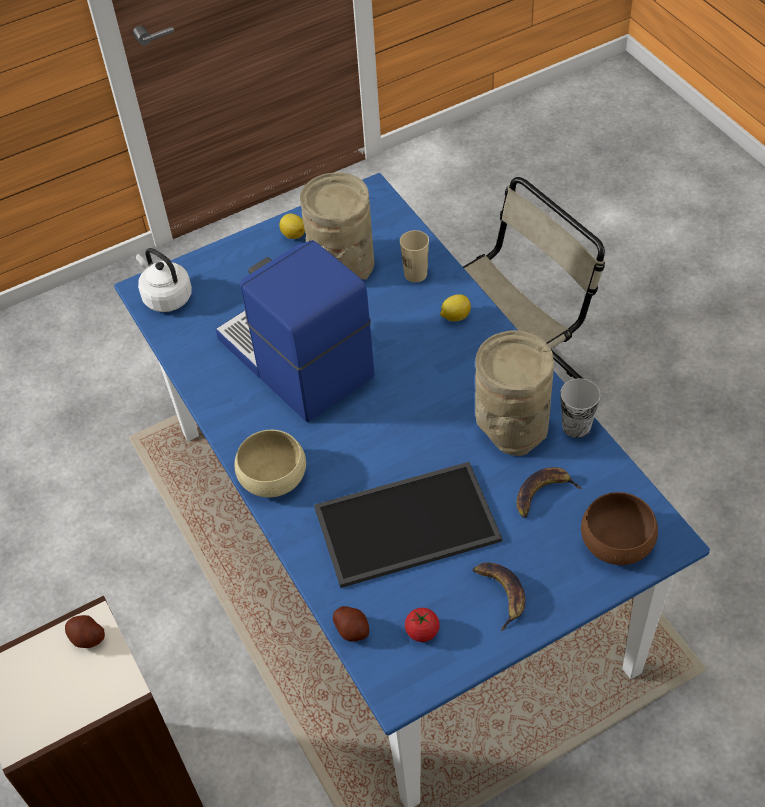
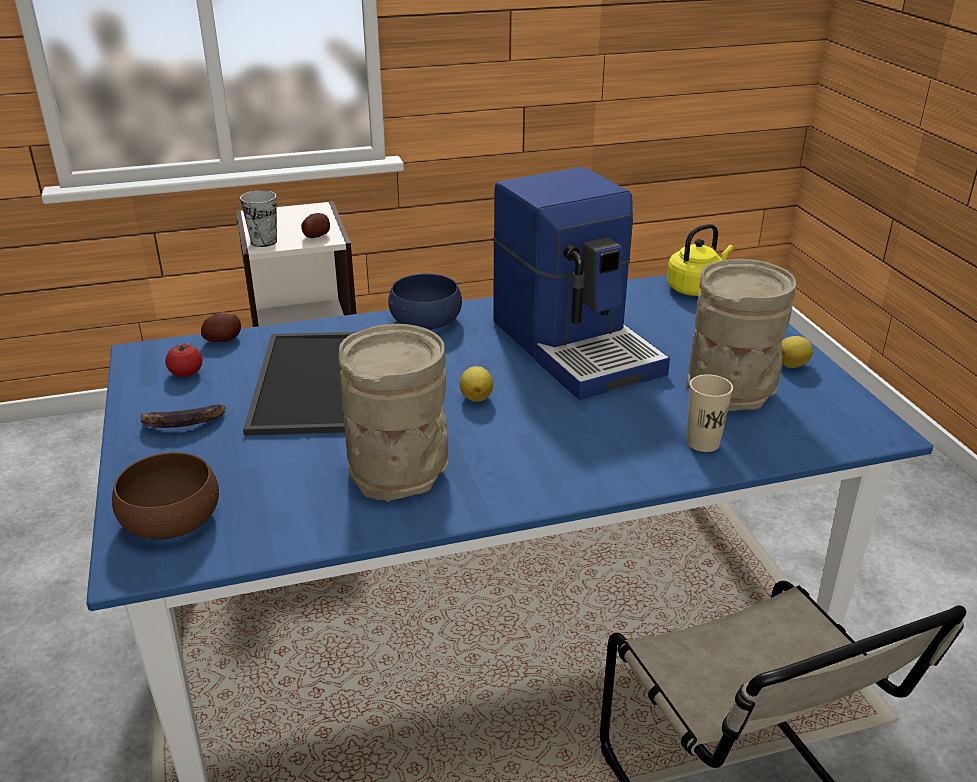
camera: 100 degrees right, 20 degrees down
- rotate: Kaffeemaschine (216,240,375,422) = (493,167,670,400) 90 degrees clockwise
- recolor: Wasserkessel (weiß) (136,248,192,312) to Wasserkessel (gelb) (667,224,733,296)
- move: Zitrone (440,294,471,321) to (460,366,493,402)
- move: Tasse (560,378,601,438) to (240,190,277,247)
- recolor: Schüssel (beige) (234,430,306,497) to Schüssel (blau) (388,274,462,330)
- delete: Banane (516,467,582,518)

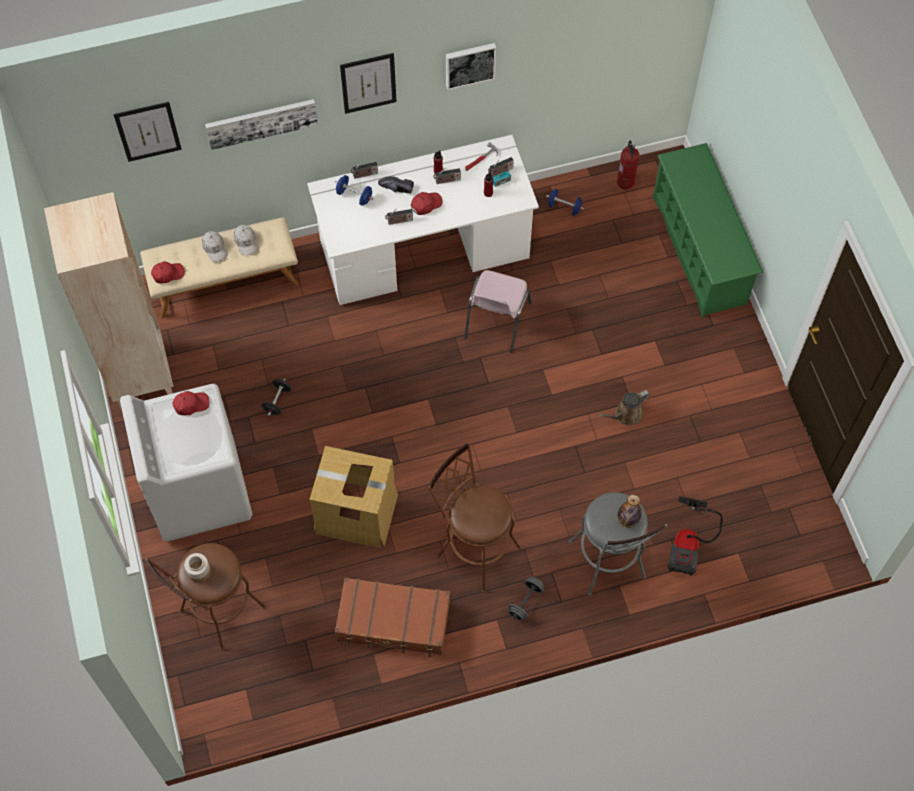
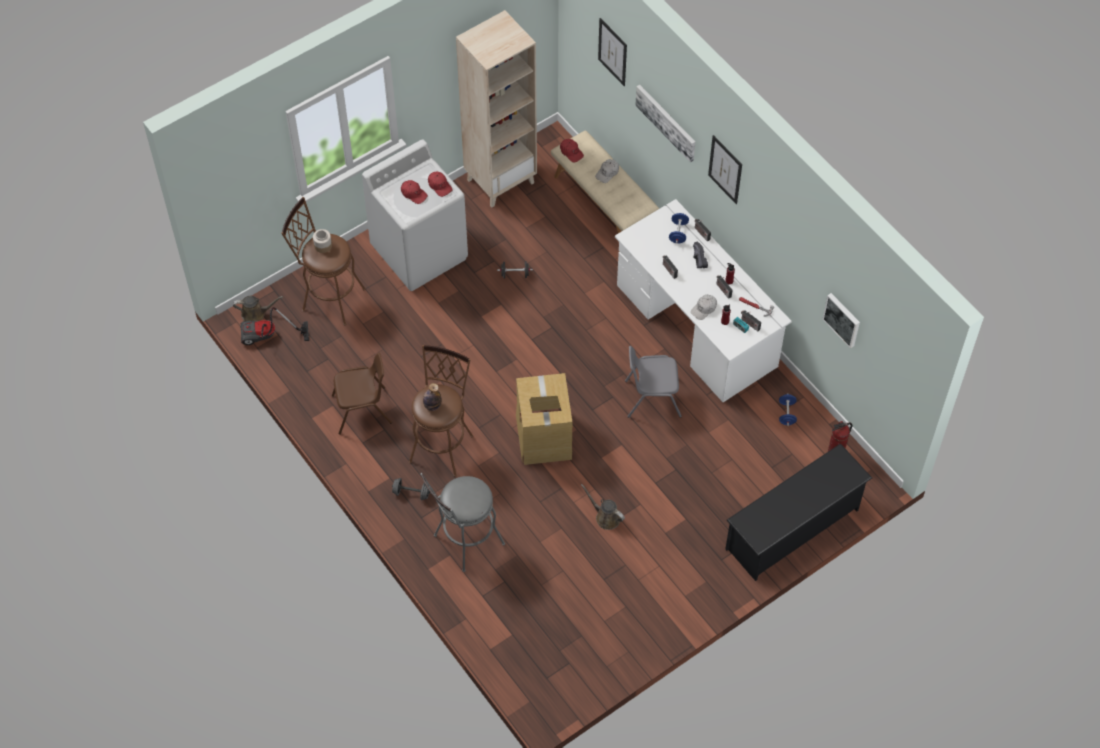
camera: 70 degrees right, 5 degrees down
- move: Bild (446,43,496,90) to (822,293,860,348)
- recolor: Schuhregal (grün) (653,143,763,318) to Schuhregal (schwarz) (725,443,872,581)
- move: Kappe (rot) (411,192,443,215) to (401,180,428,204)
- move: Kappe (weiß) (234,225,259,256) to (691,295,717,320)
- recolor: Stuhl (rosa) (464,270,532,353) to Stuhl (grau) (625,346,682,418)
- move: Karton (309,446,398,548) to (516,373,573,465)
- move: Flasche (618,495,642,528) to (423,383,441,411)
- move: Staubsauger (668,496,723,575) to (240,307,309,345)
- replace: Koffer (braun) (335,578,450,657) to Stuhl (braun) (332,353,392,435)
- insert: Gießkanne (braun) (233,296,283,321)

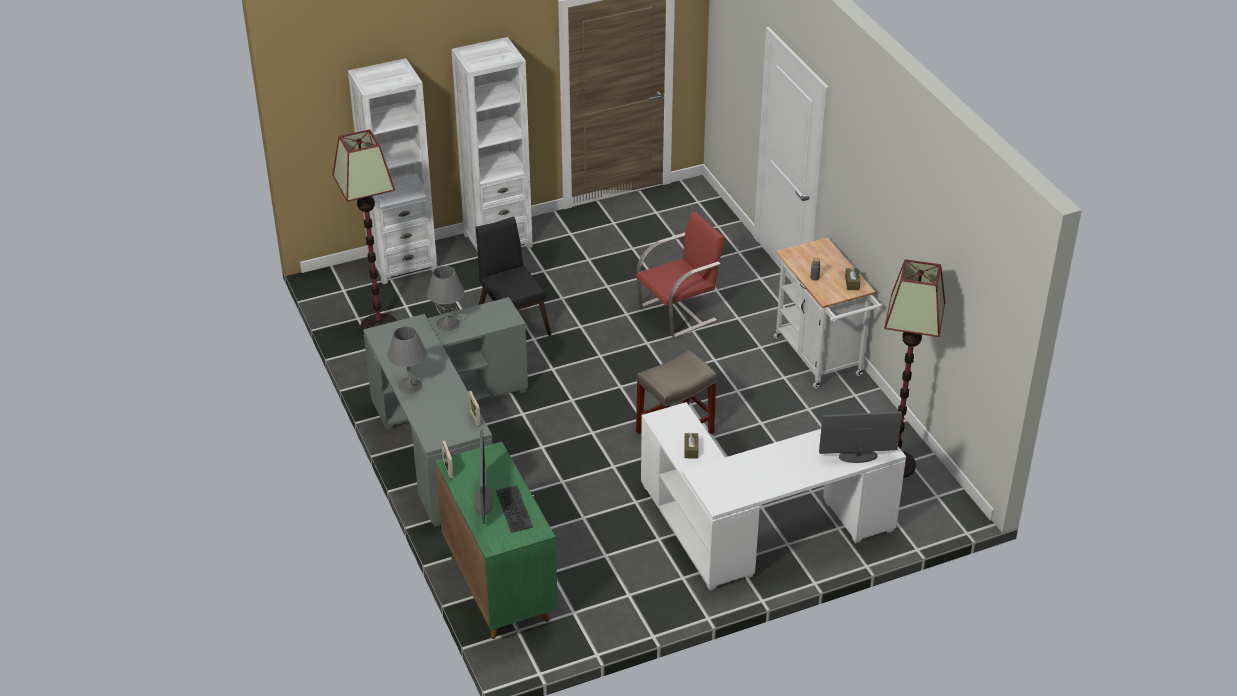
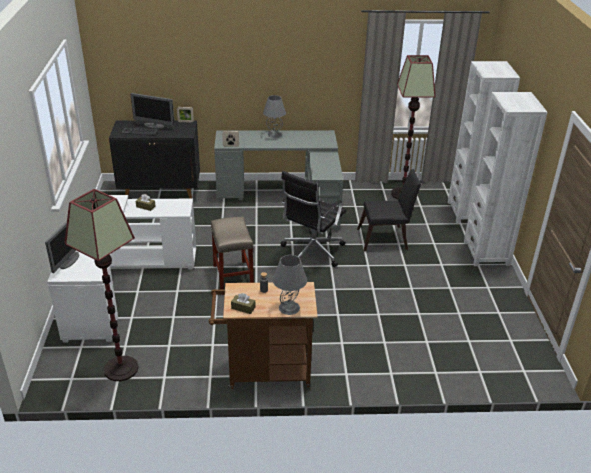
camera: 110 degrees right, 5 degrees down
- delete: Stuhl (rot) (636,212,725,338)
- recolor: Rollwagen (weiß) (774,237,882,388) to Rollwagen (braun) (209,282,318,389)
- move: Tischlampe (grau) (427,266,464,331) to (273,255,307,315)
- recolor: Schrank (grün) (435,441,558,639) to Schrank (schwarz) (109,120,200,199)
- insert: Bürostuhl (schwarz) (281,171,346,267)

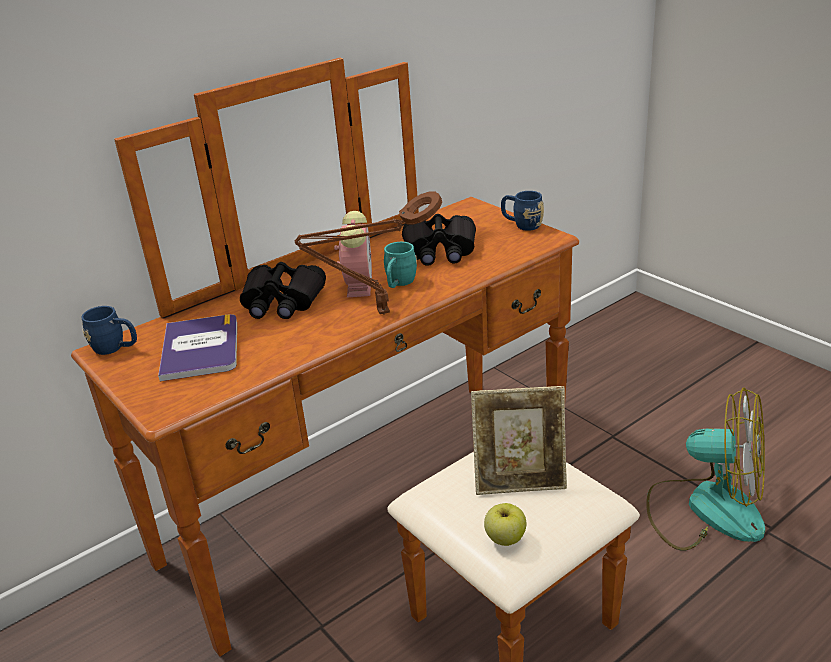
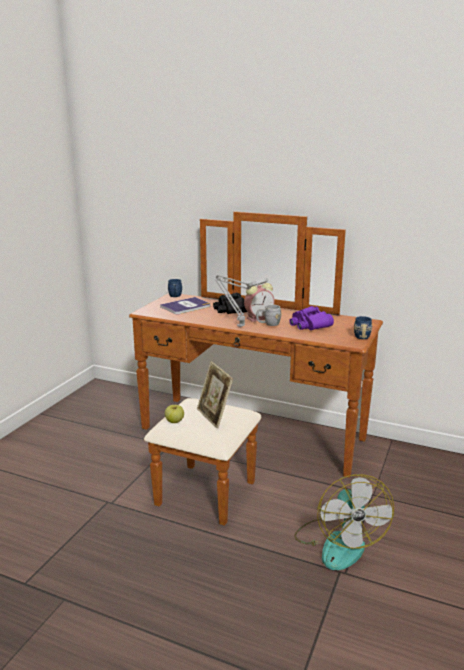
camera: 60 degrees right, 10 degrees down
- recolor: Tischlampe (braun) (295,191,442,315) to Tischlampe (grau) (216,275,268,327)
- recolor: Fernglas (schwarz) (402,214,476,266) to Fernglas (lila) (289,306,334,330)
- recolor: Henkelbecher (türkis) (384,242,417,288) to Henkelbecher (grau) (256,305,281,326)

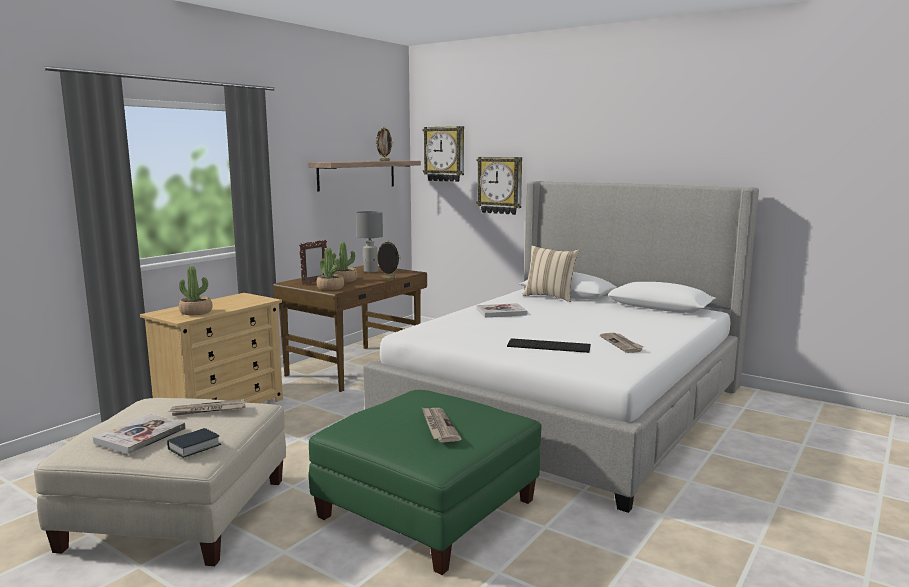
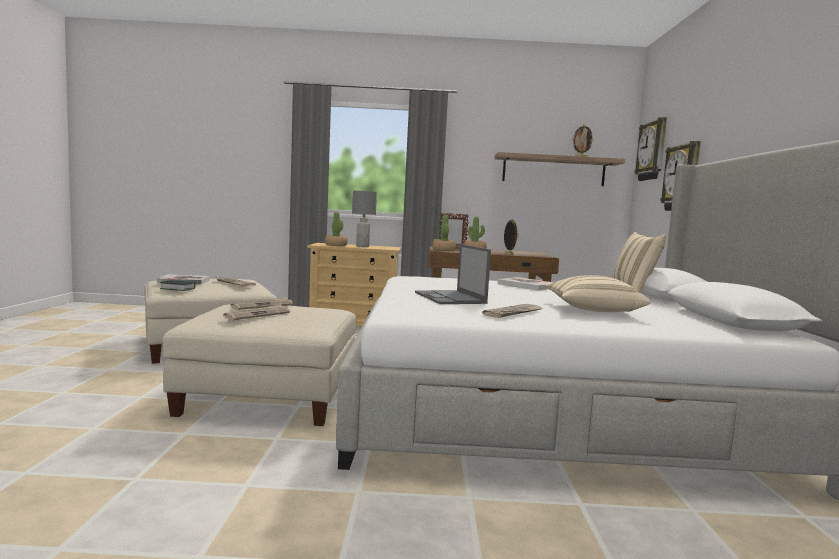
camera: 55 degrees right, 5 degrees down
- move: Tischlampe (grau) (356,211,383,273) to (352,191,377,247)
- replace: Tastatur (507,338,591,353) to Laptop (415,244,491,304)
- recolor: Polsterhocker (grün) (309,390,541,575) to Polsterhocker (beige) (163,304,356,426)
- insert: Kissen (beige) (545,275,651,312)
- insert: Zeitung (230,297,293,310)

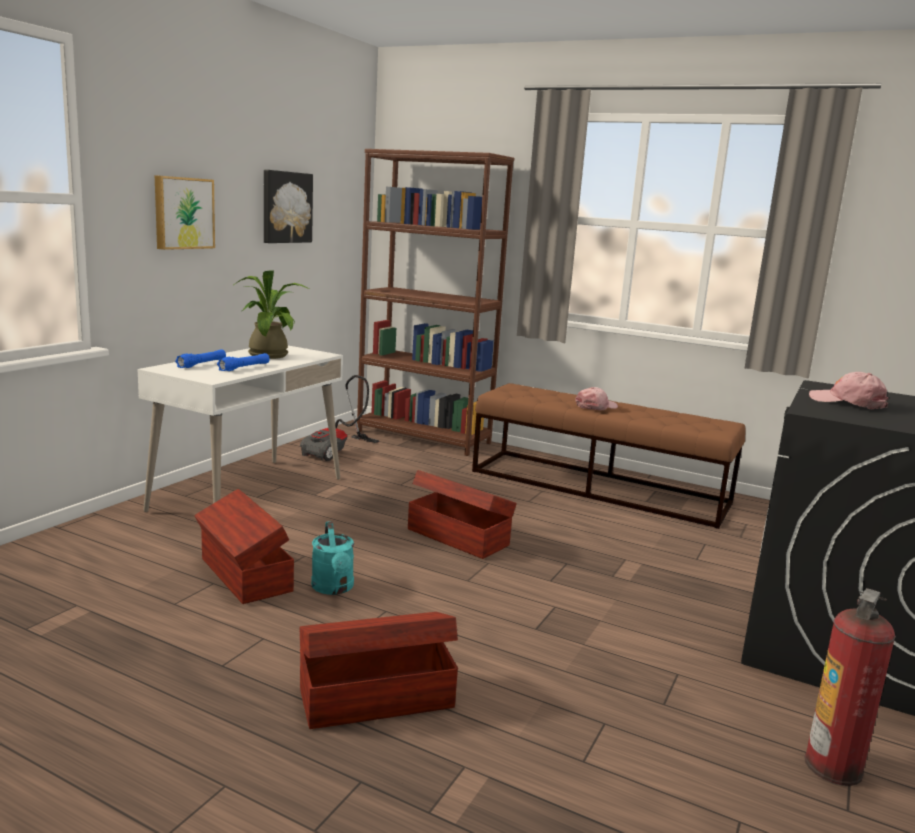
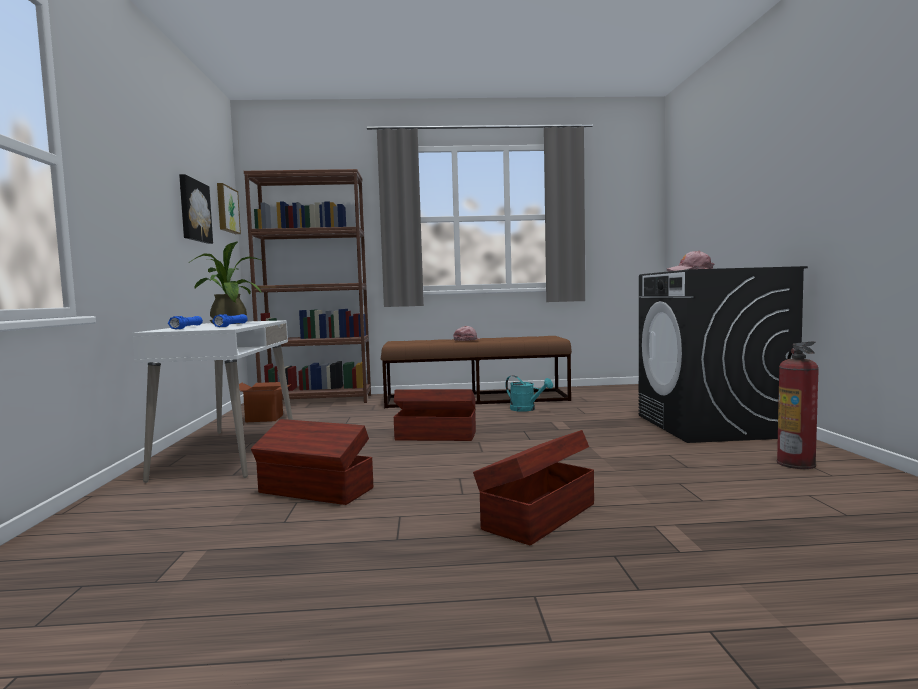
camera: 30 degrees left, 10 degrees down
- move: Bild (155,175,215,250) to (217,183,241,234)
- replace: Staubsauger (300,375,379,461) to Karton (239,382,292,422)
- move: Gießkanne (türkis) (311,521,354,595) to (505,375,553,412)

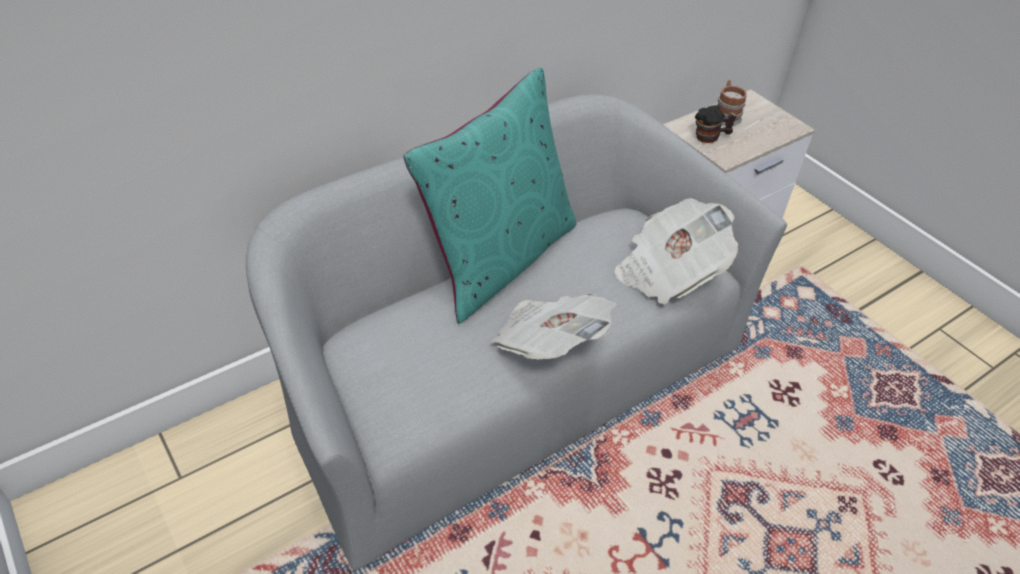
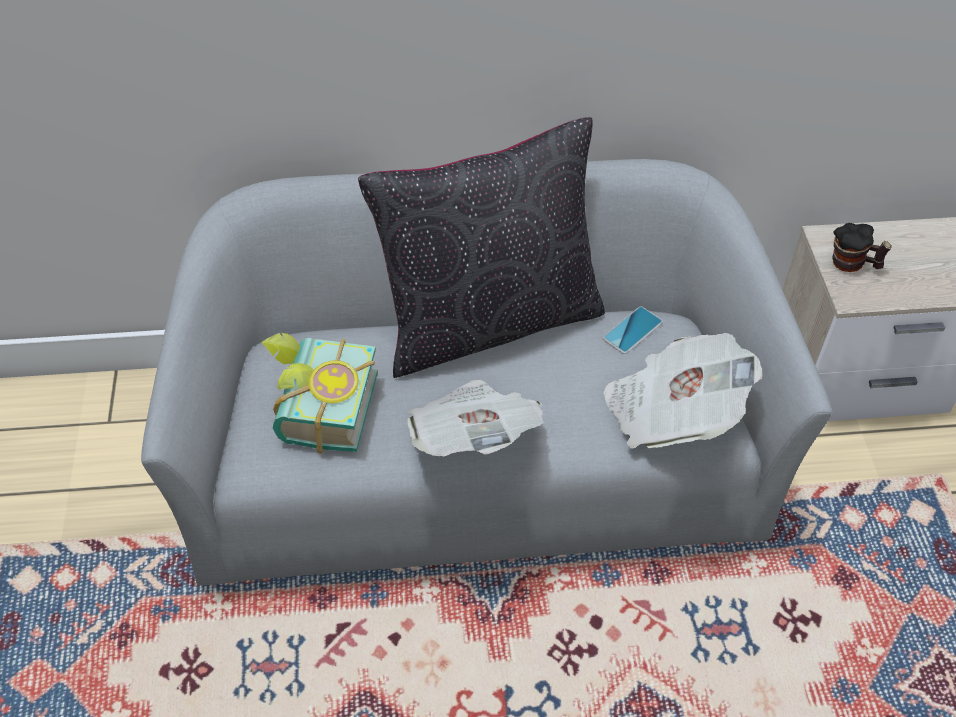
camera: 30 degrees right, 5 degrees up
- recolor: Kissen (türkis) (404,67,576,324) to Kissen (schwarz) (358,117,605,378)
- delete: Henkelbecher (717,80,747,126)
- insert: Handy (603,307,663,354)
- insert: Buch (261,333,378,454)

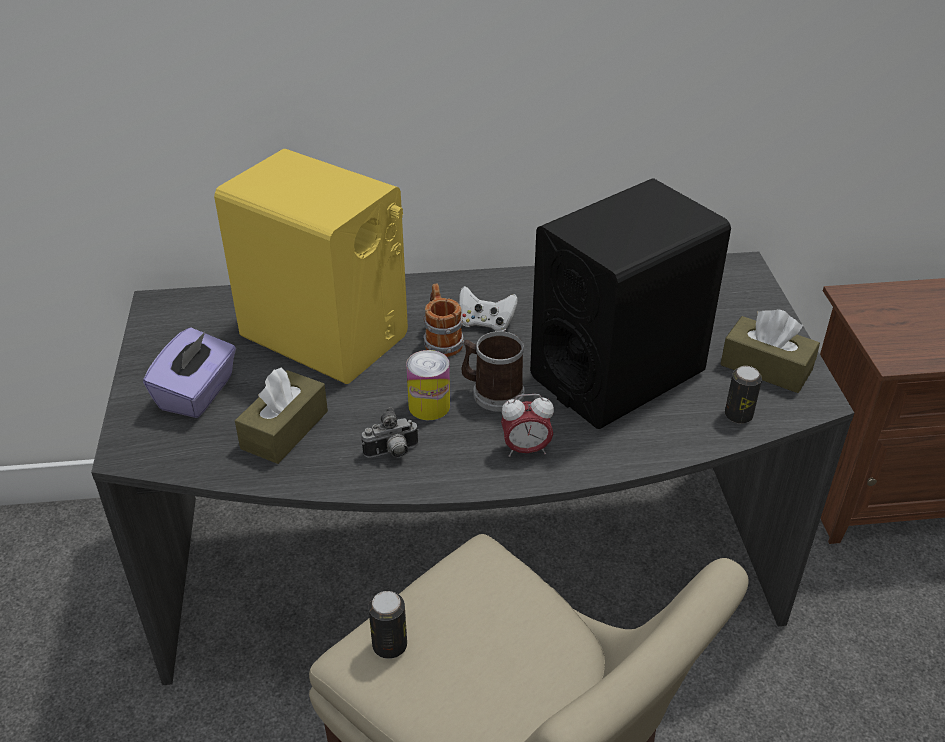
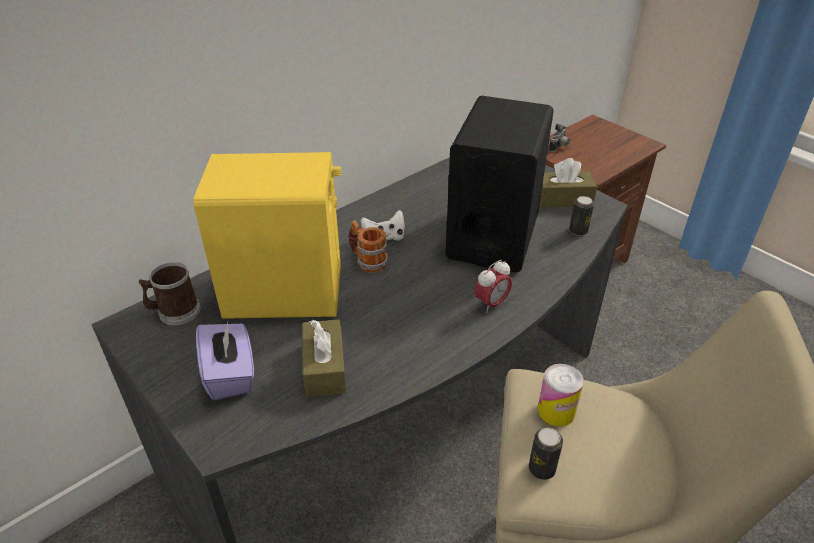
camera: 35 degrees left, 0 degrees up
- move: Henkelbecher (462,331,525,412) to (139,262,201,325)
- move: Dose (406,350,450,420) to (538,364,584,427)
- move: Kamera (361,407,419,458) to (549,124,570,152)

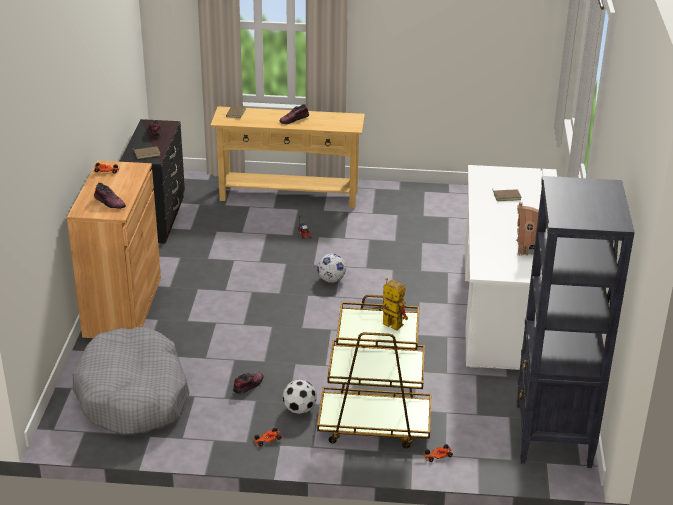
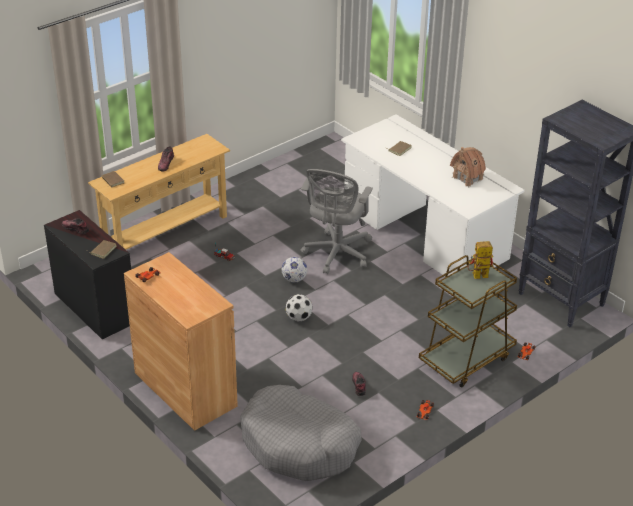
camera: 45 degrees left, 5 degrees up
- delete: Schuh (94,183,126,209)
- move: Fußball (283,379,317,414) to (286,294,313,321)
- insert: Bürostuhl (grau) (300,169,373,274)

